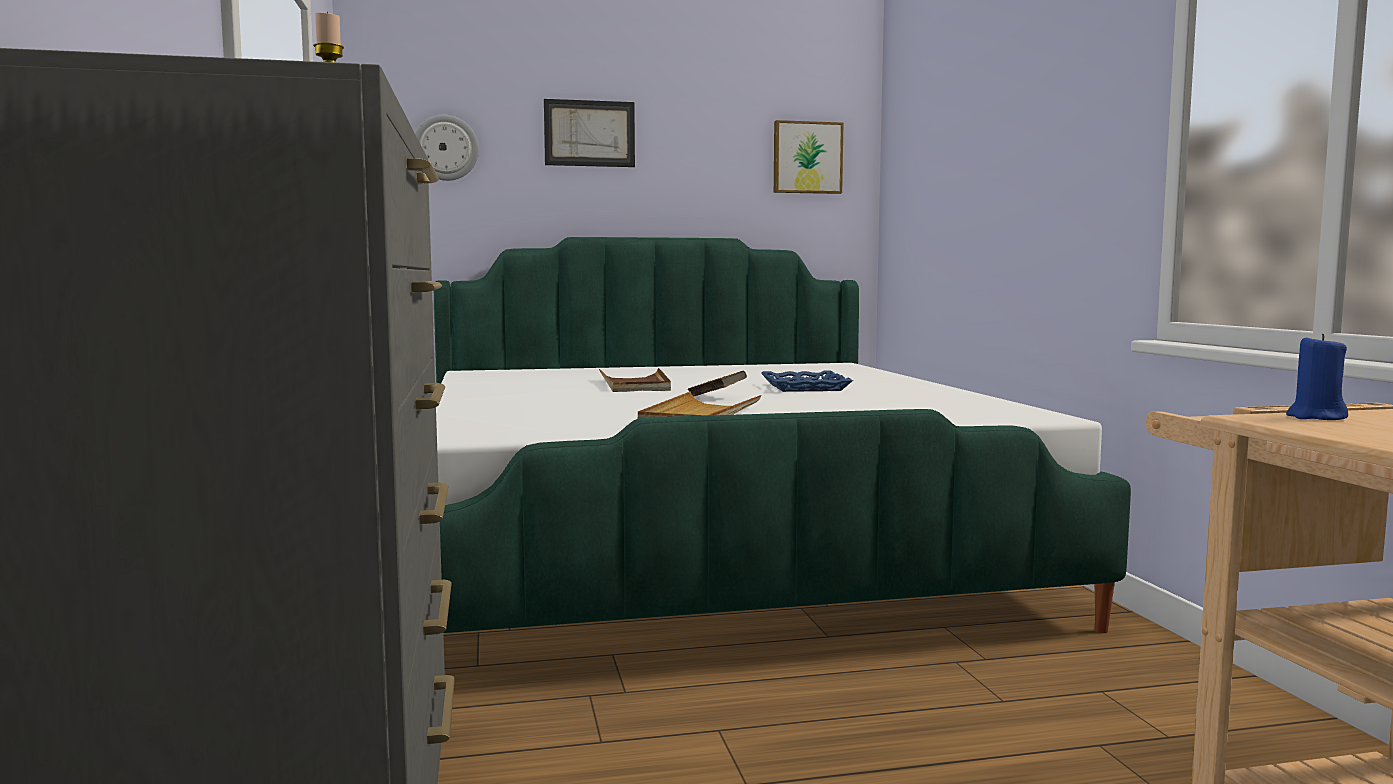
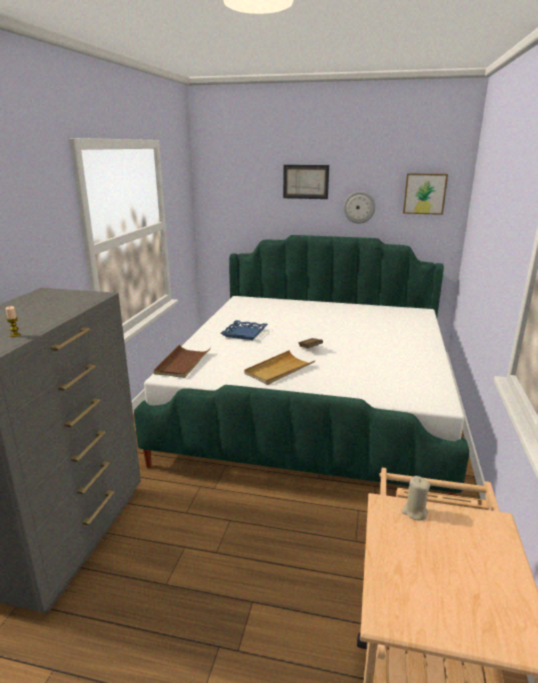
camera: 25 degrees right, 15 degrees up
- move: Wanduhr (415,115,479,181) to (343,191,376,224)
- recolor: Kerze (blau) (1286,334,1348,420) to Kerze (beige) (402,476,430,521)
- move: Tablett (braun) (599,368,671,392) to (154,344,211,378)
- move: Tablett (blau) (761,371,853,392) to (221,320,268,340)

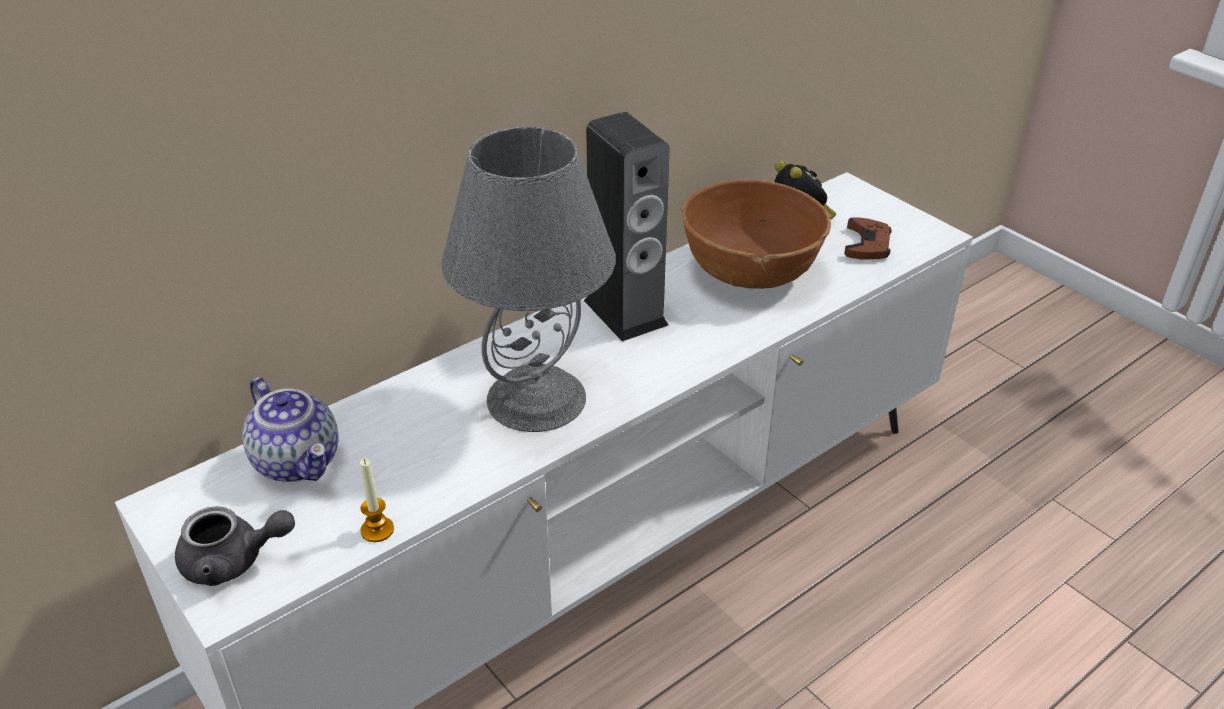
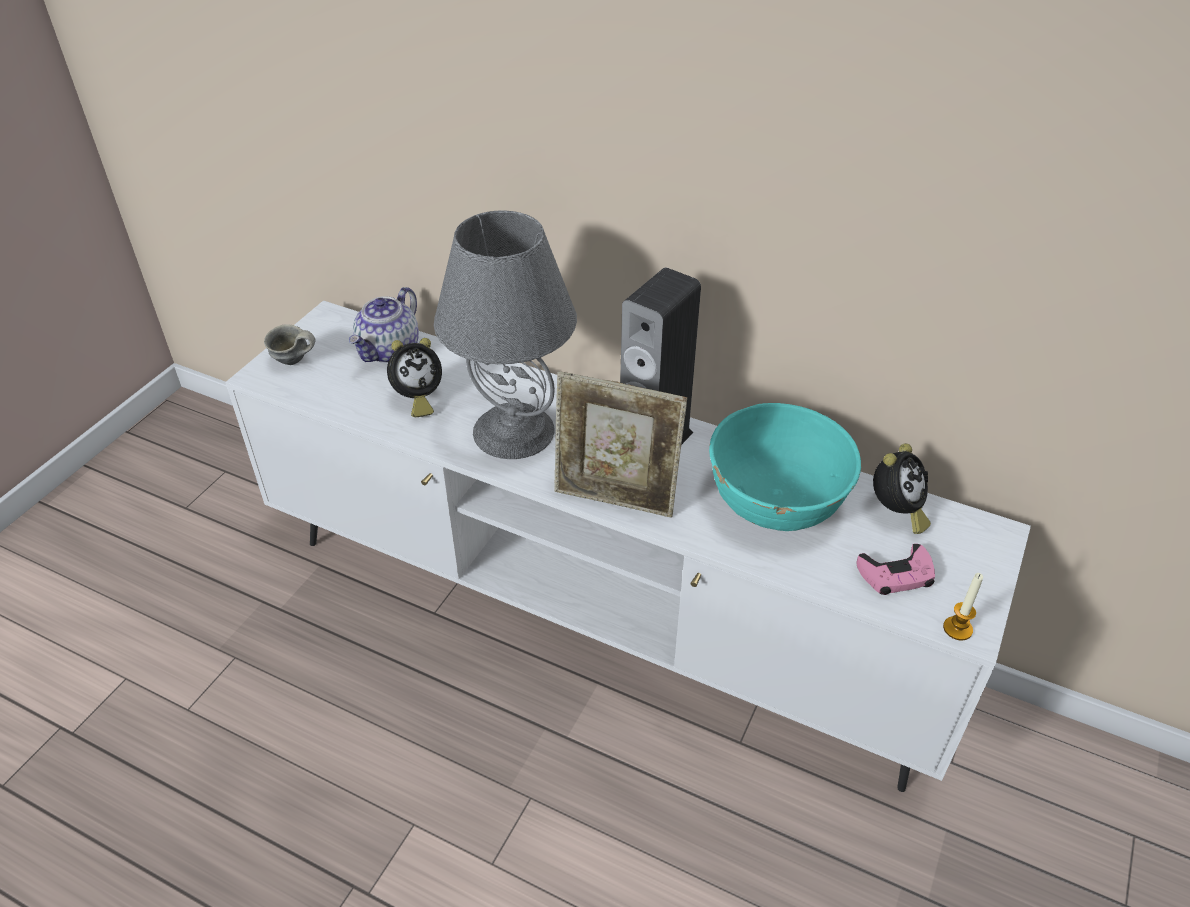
camera: 65 degrees right, 5 degrees up
- recolor: Schüssel (braun) (682,179,831,289) to Schüssel (türkis) (709,403,861,531)
- recolor: Gamepad (braun) (844,217,891,260) to Gamepad (rosa) (856,544,935,595)
- move: Kerze (360,459,394,542) to (943,573,983,640)
- replace: Teekanne (grau) (175,506,295,586) to Henkelbecher (grau) (264,324,316,365)
- insert: Wecker (387,338,442,417)
- insert: Bilderrahmen (554,371,687,517)

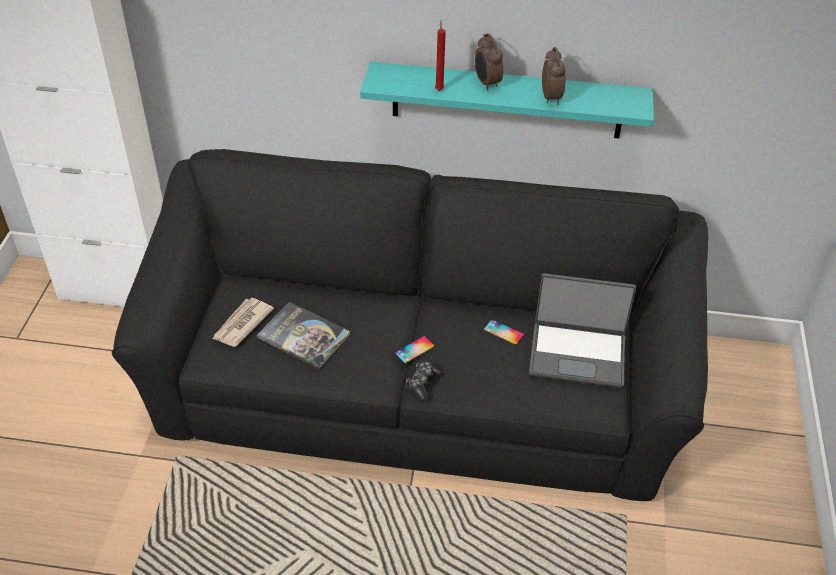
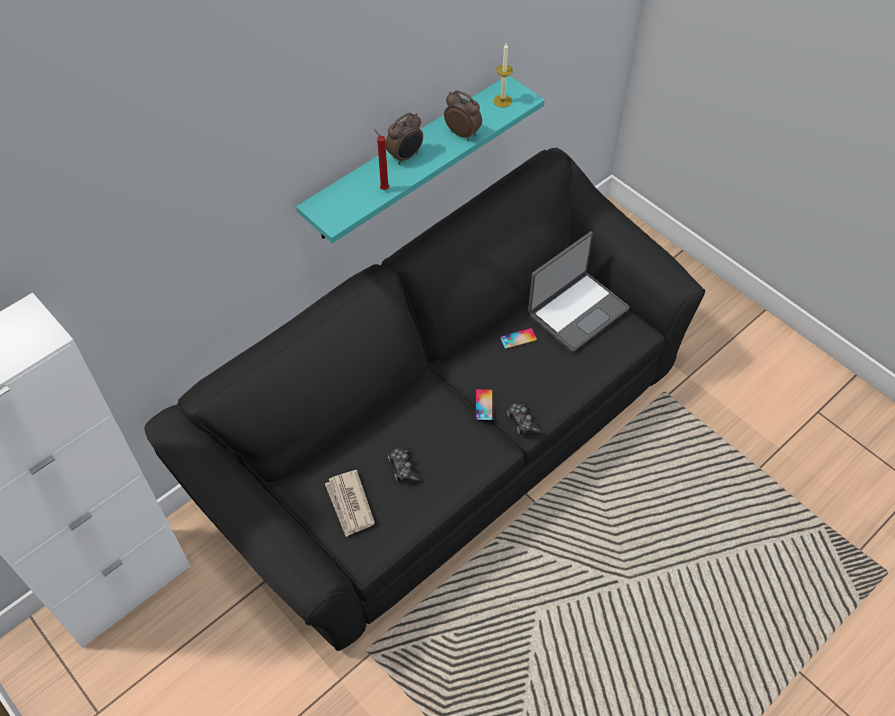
camera: 50 degrees left, 10 degrees up
- rotate: Wecker (475,33,503,91) = (385,112,423,165) 60 degrees counterclockwise
- replace: Buch (256,302,350,369) to Gamepad (388,448,421,483)
- insert: Kerze (493,43,513,108)

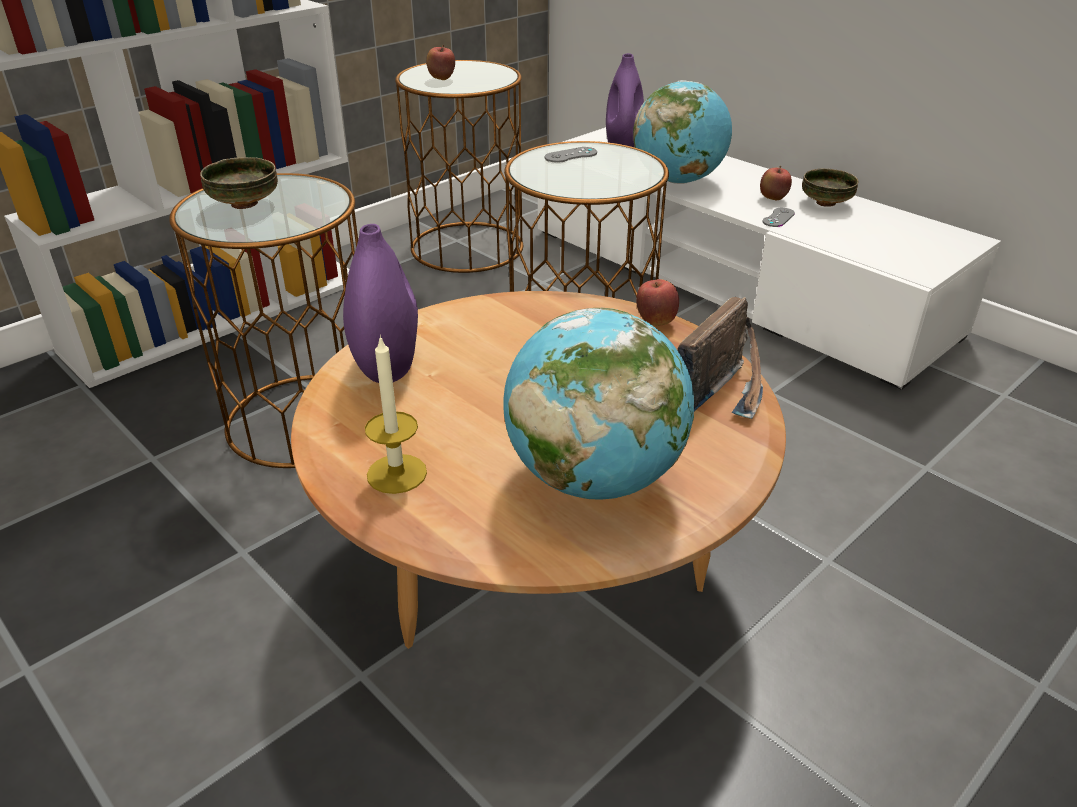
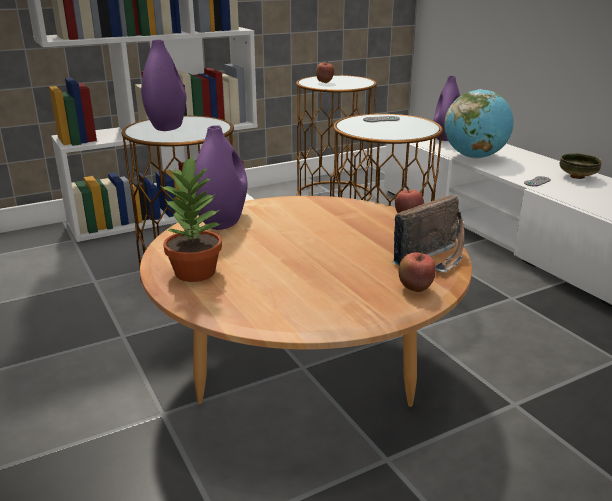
camera: 15 degrees right, 10 degrees down
- replace: Schüssel (200,157,278,209) to Vase (lila) (141,39,186,131)
- move: Apfel (760,166,792,200) to (398,252,436,292)
- delete: Globus (503,308,694,500)
- replace: Kerze (365,335,427,494) to Topfpflanze (161,156,222,282)

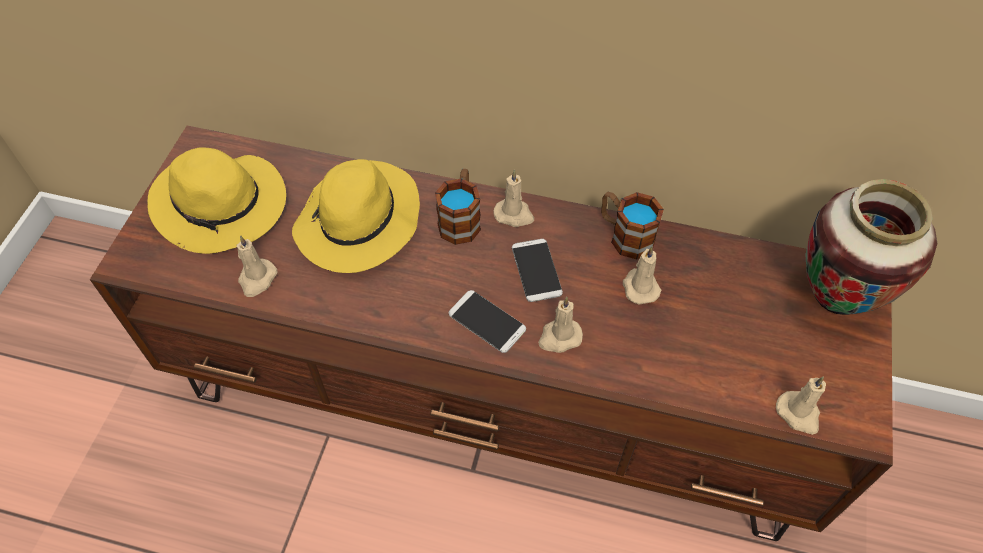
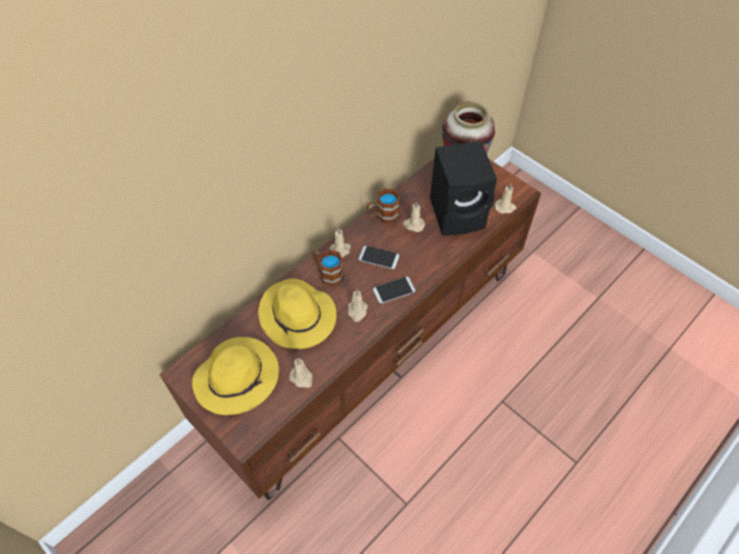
camera: 60 degrees left, 0 degrees up
- move: Kerze (beige) (538,297,583,353) to (348,289,368,322)
- insert: Lautsprecher (schwarz) (430,141,497,235)

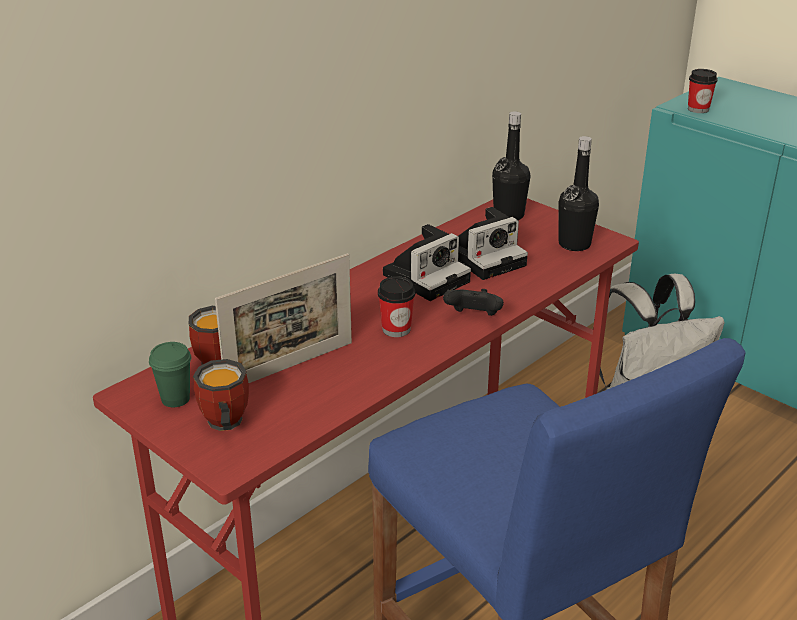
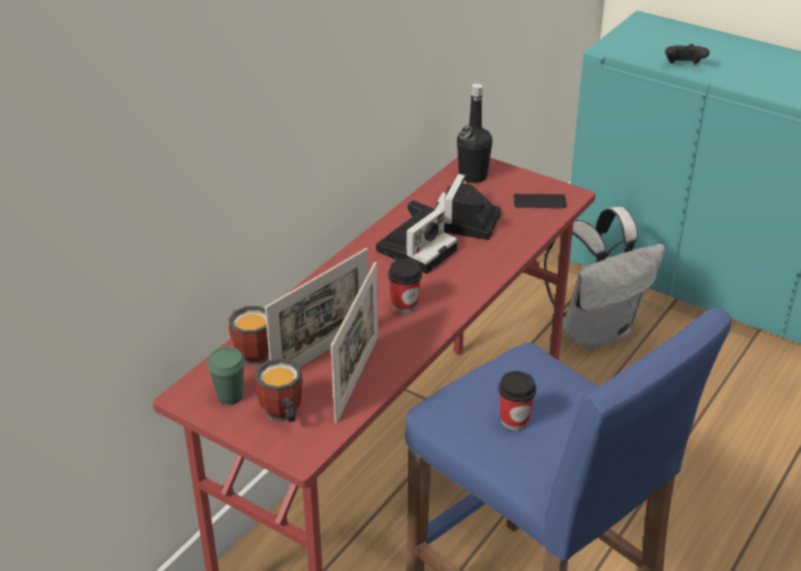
camera: 10 degrees left, 5 degrees up
- move: Tasse (688,69,718,113) to (498,371,536,431)
- replace: Flasche (schwarz) (559,136,599,251) to Handy (514,194,567,208)
- rotate: Kamera (458,207,528,280) = (434,174,501,240) 150 degrees clockwise
- move: Gamepad (schwarz) (443,289,504,316) to (665,44,709,64)
- insert: Bilderrahmen (331,262,378,423)

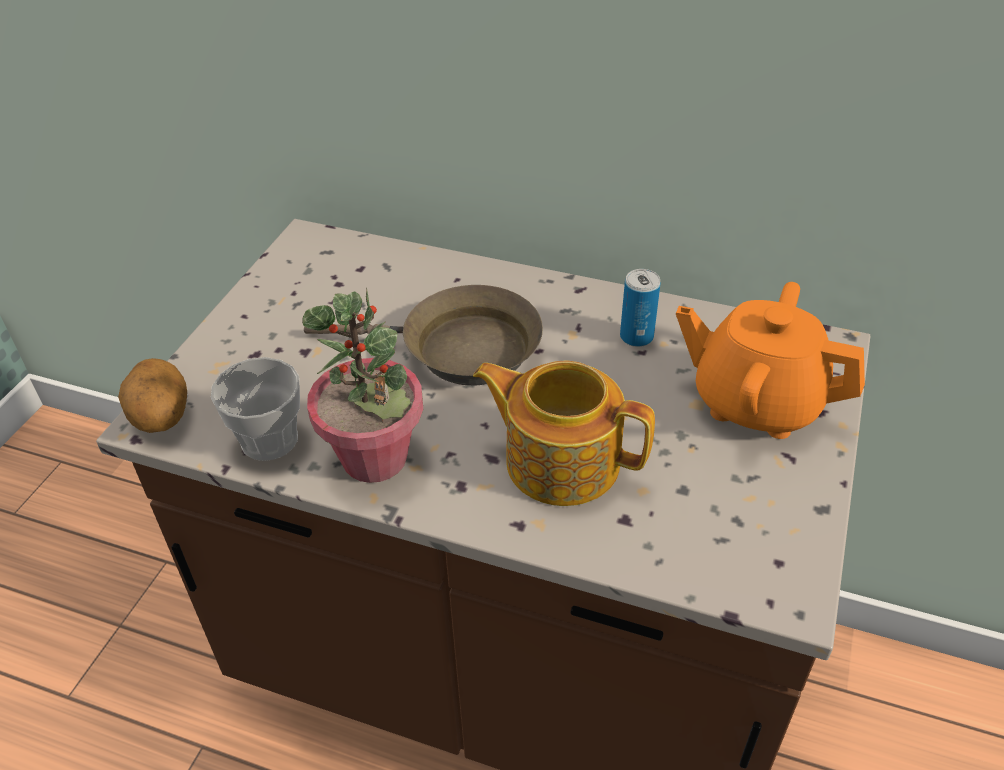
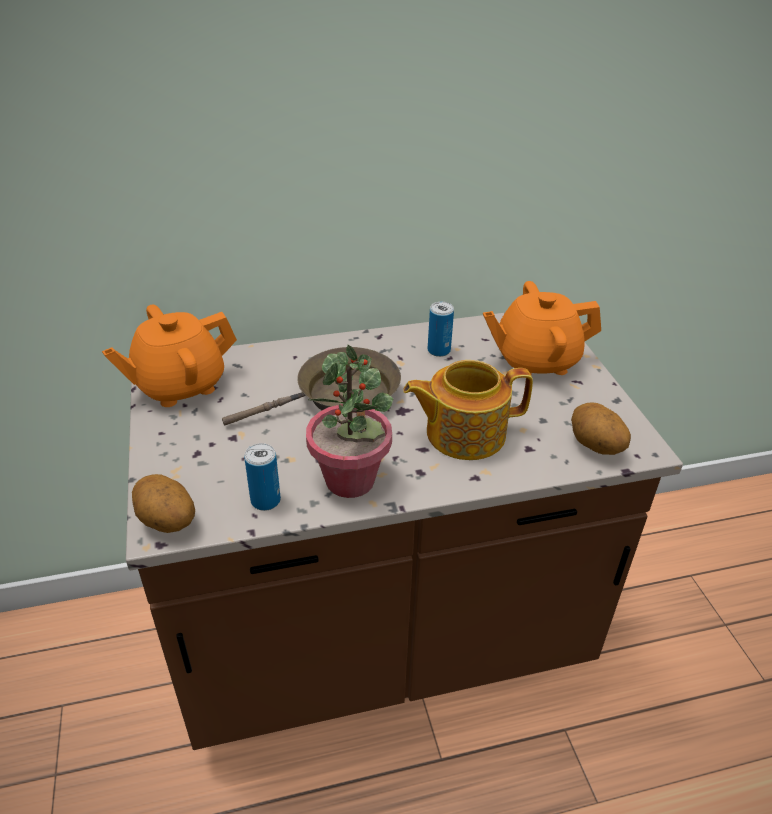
camera: 35 degrees left, 5 degrees down
- replace: Tasse (211,357,300,461) to Dose (244,443,281,511)
- insert: Teekanne (orange) (102,305,237,407)
- insert: Kartoffel (571,402,631,455)

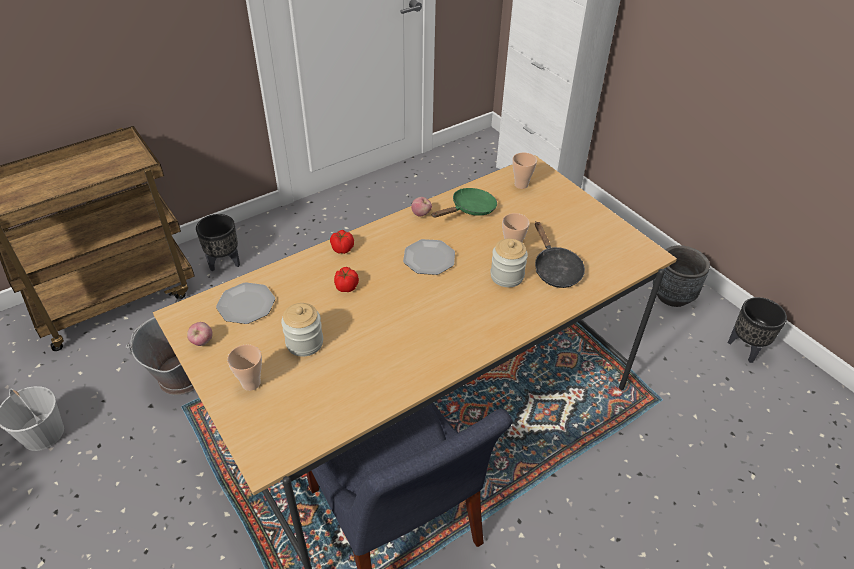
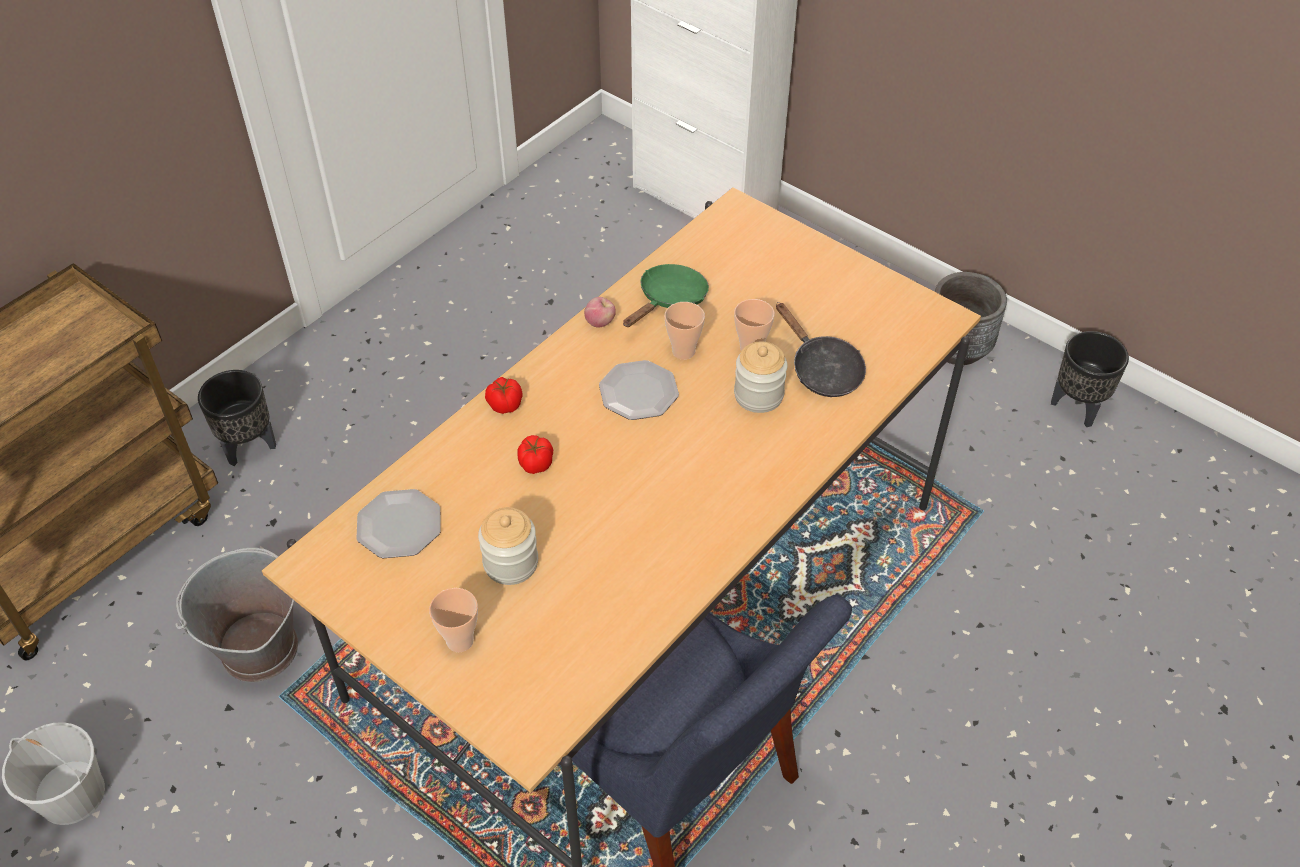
camera: 15 degrees left, 5 degrees up
- move: Tasse (512,152,537,189) to (664,302,705,360)
- delete: Apfel (187,322,213,346)

